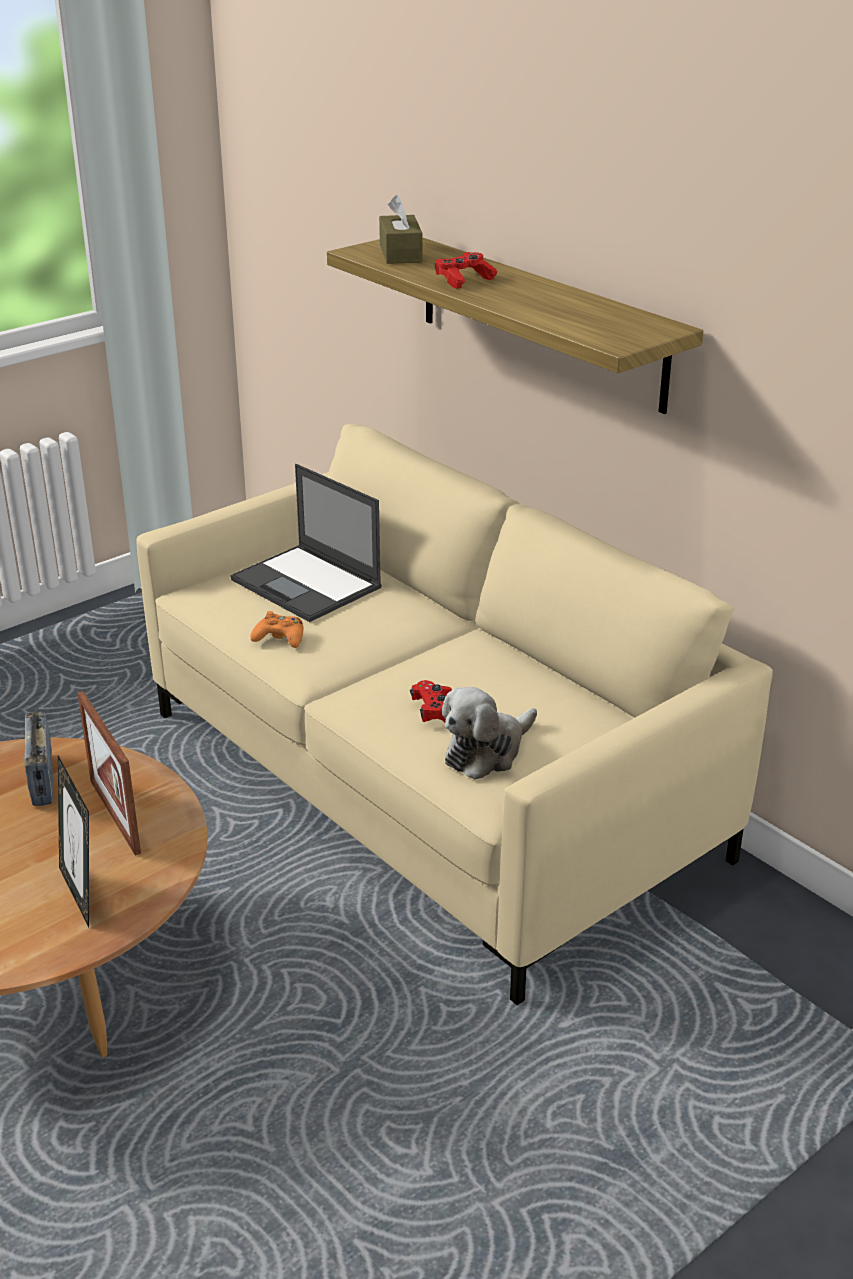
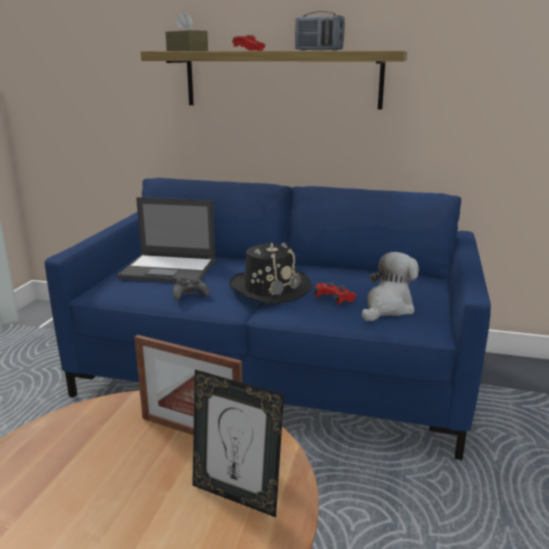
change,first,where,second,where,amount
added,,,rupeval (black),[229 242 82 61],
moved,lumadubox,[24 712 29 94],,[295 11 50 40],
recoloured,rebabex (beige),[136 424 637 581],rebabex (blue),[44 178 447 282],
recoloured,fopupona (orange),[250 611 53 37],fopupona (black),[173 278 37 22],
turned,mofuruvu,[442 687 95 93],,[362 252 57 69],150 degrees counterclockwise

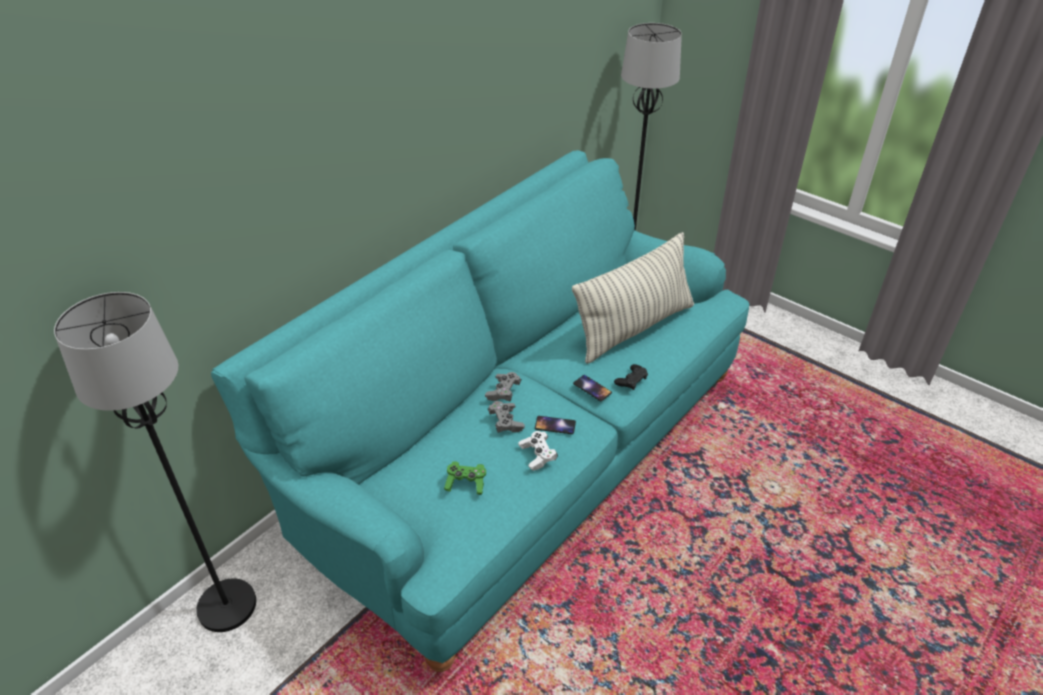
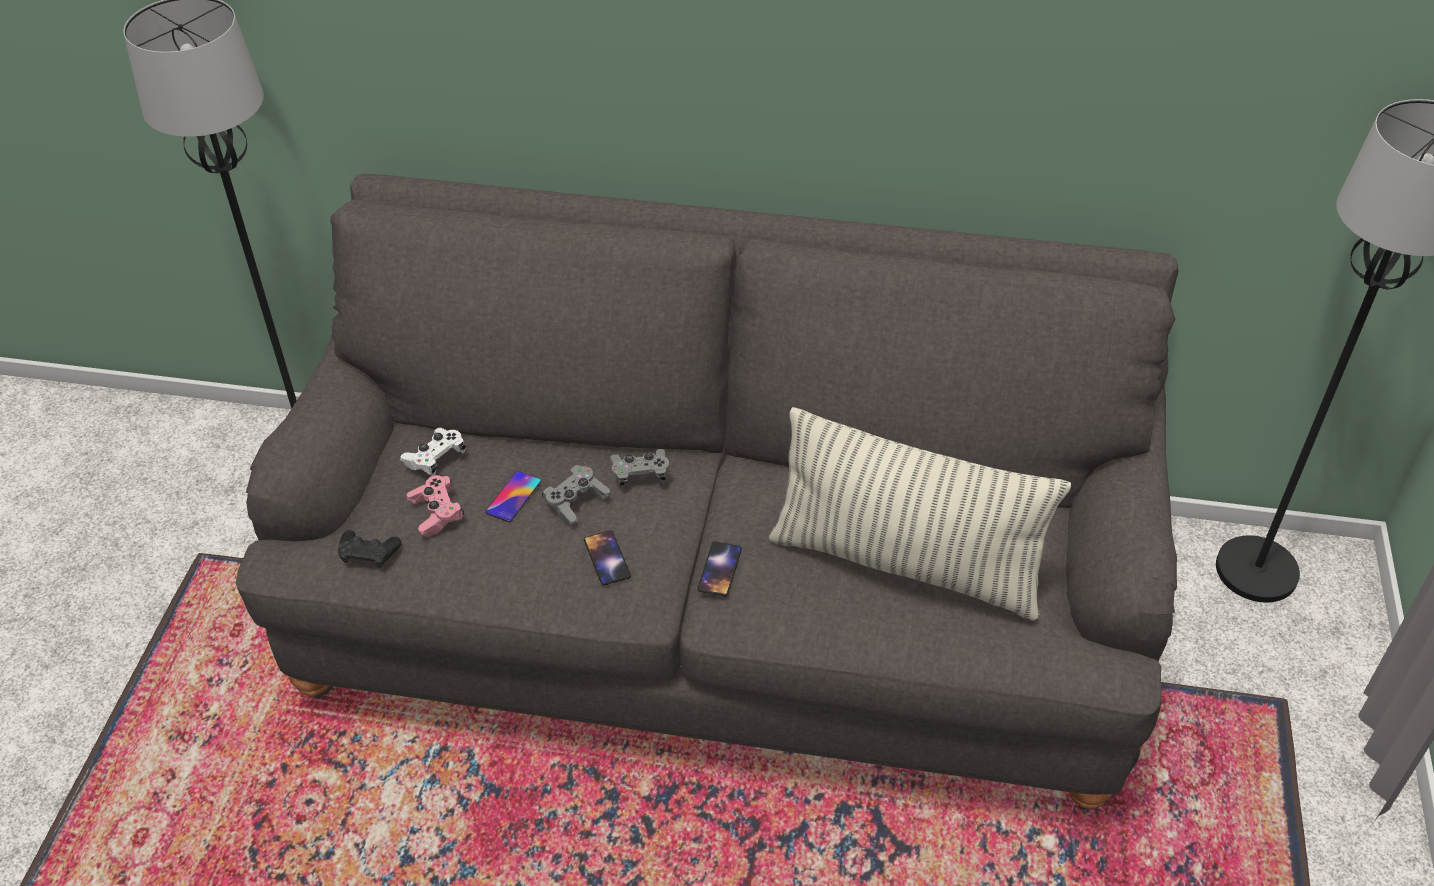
change,first,where,second,where,amount
added,,,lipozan,[485 471 56 51],
moved,fopupona (white),[518 431 40 40],,[400 428 66 48],
moved,fopupona (black),[614 364 34 26],,[338 530 63 38],
recoloured,rebabex (turquoise),[211 150 538 522],rebabex (grey),[236 174 942 636],
recoloured,fopupona (green),[444 461 42 34],fopupona (pink),[407 475 57 62],

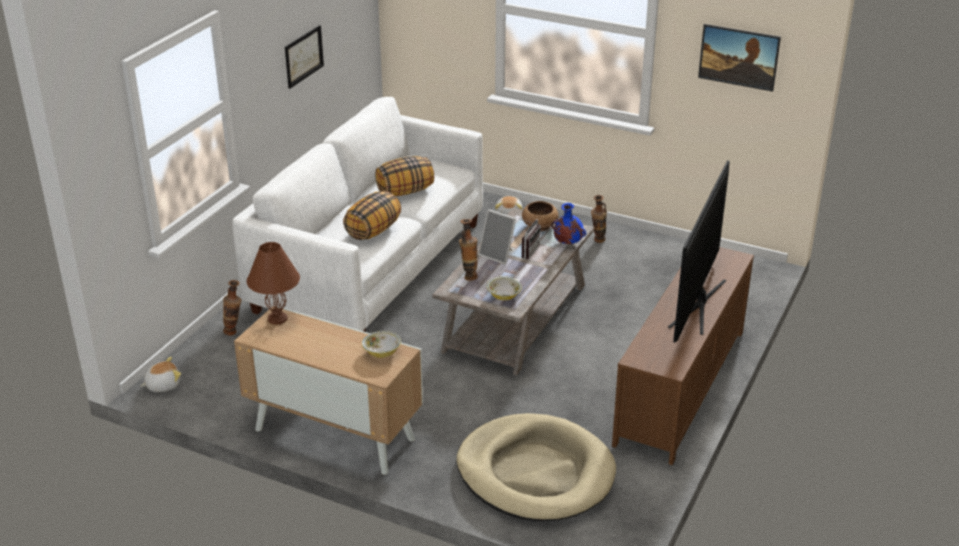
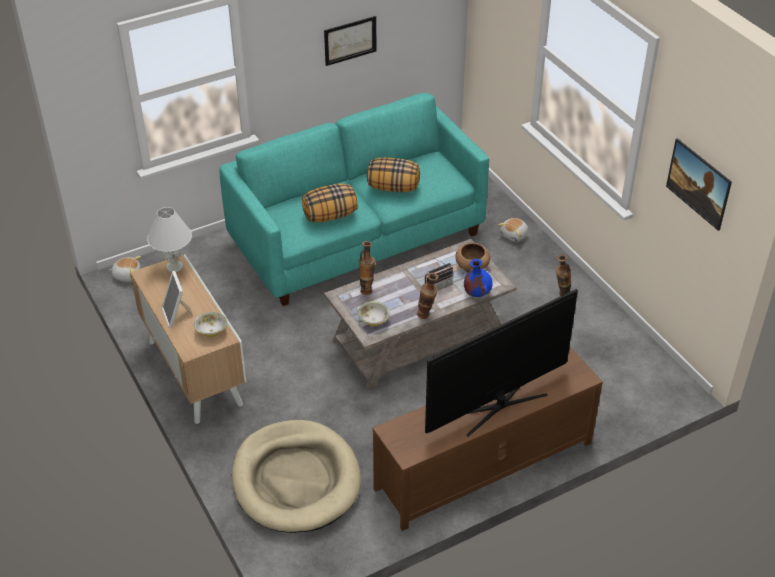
change,first,where,second,where,amount
moved,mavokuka,[223 280 18 55],,[417 273 21 46],
moved,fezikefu,[478 209 38 56],,[162 271 31 57],
recoloured,rebabex (white),[232 97 251 235],rebabex (turquoise),[219 93 270 213],
recoloured,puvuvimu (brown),[247 242 53 83],puvuvimu (white),[147 207 45 65],

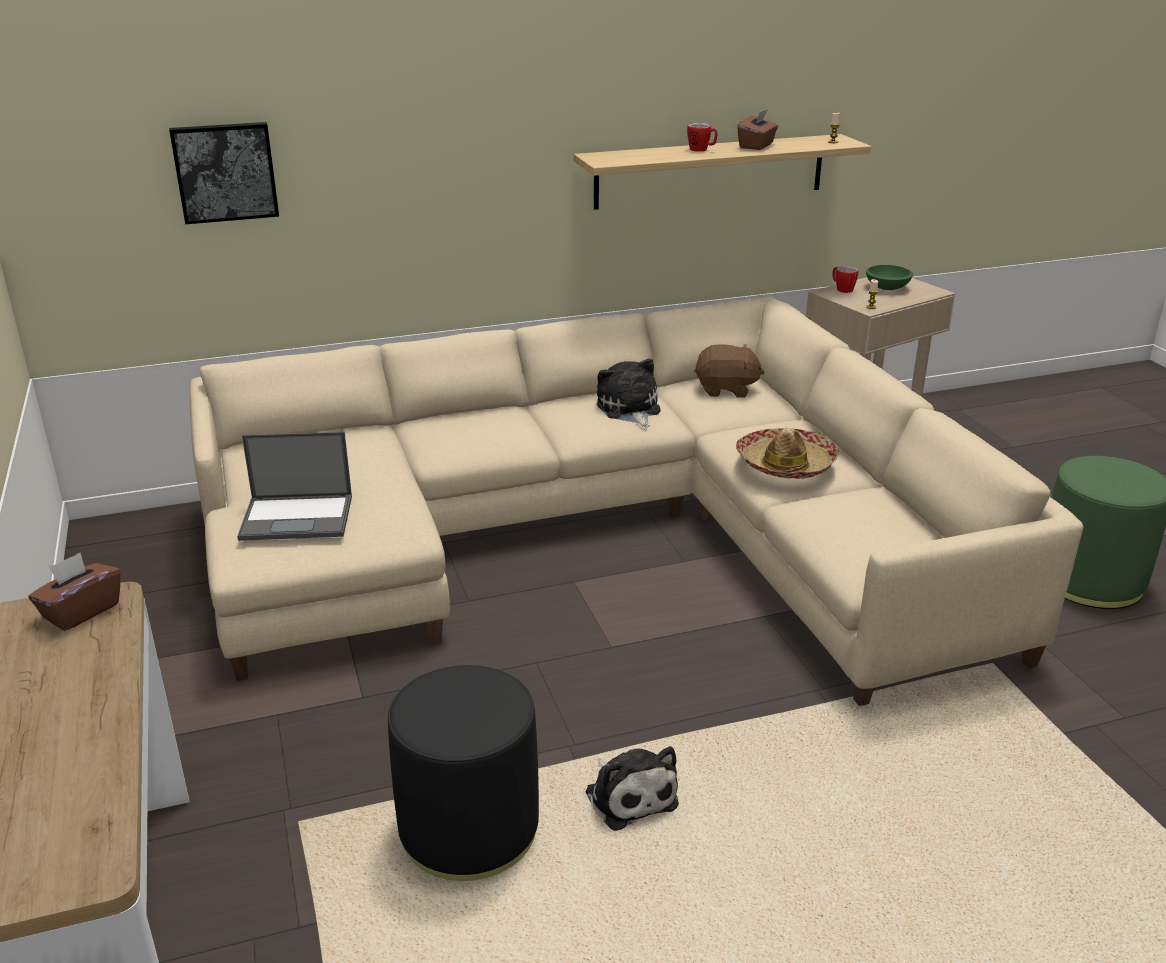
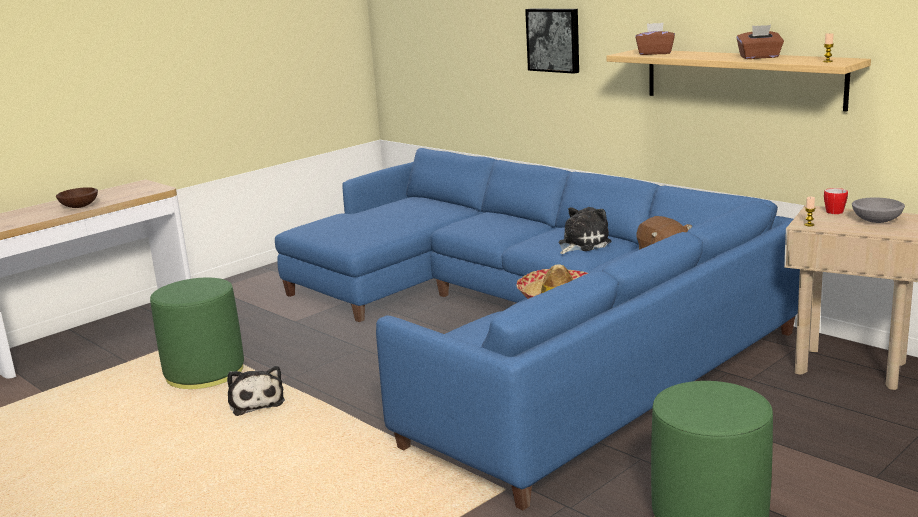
change,first,where,second,where,amount
removed,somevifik,[237 432 115 109],,,
removed,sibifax,[687 123 31 29],,,
added,,,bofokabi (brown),[56 187 42 21],
moved,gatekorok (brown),[29 553 92 78],,[635 23 40 32],
moved,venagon,[169 122 110 102],,[525 9 54 65],
recoloured,rebabex (beige),[189 297 894 409],rebabex (blue),[275 148 525 363],
recoloured,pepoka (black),[388 665 151 216],pepoka (green),[150 277 94 112],
recoloured,bofokabi (green),[866 265 47 25],bofokabi (grey),[852 197 53 26],
turned,mofuruvu,[585 746 94 85],,[227 366 58 50],60 degrees counterclockwise

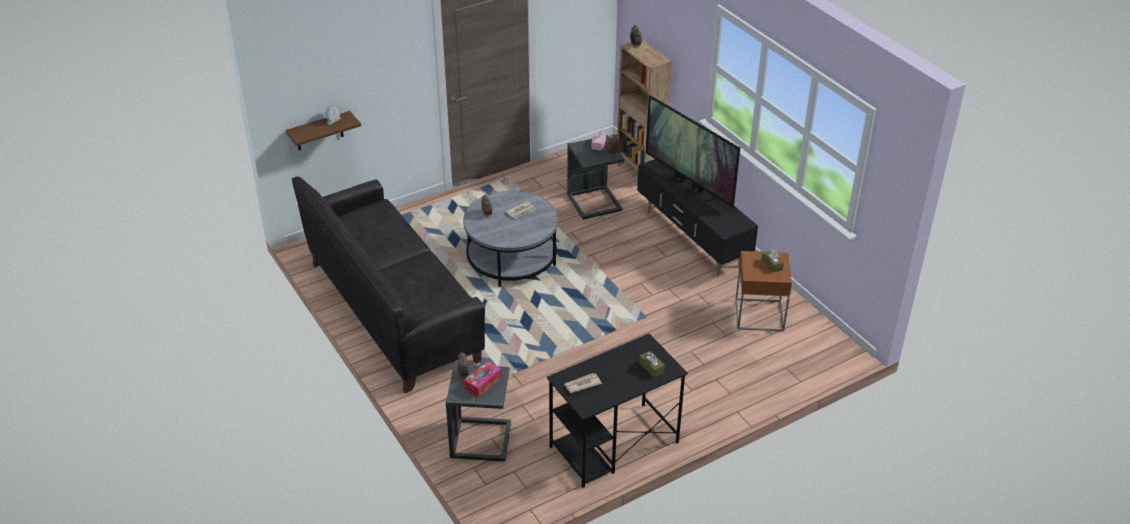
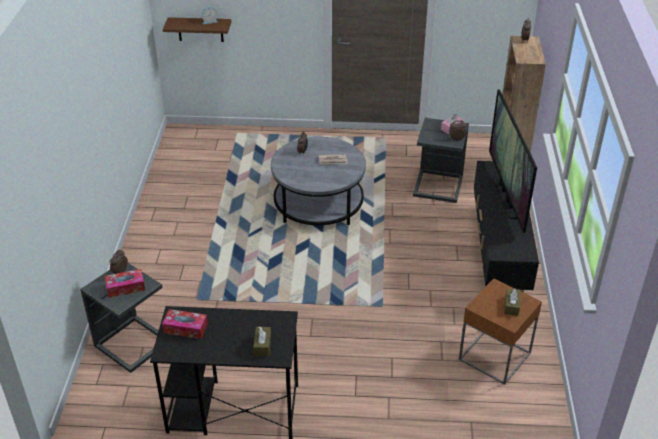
change,first,where,second,where,amount
removed,rebabex (black),[292 176 193 217],,,
replaced,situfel,[564 373 38 20],gatekorok,[162 309 46 30],

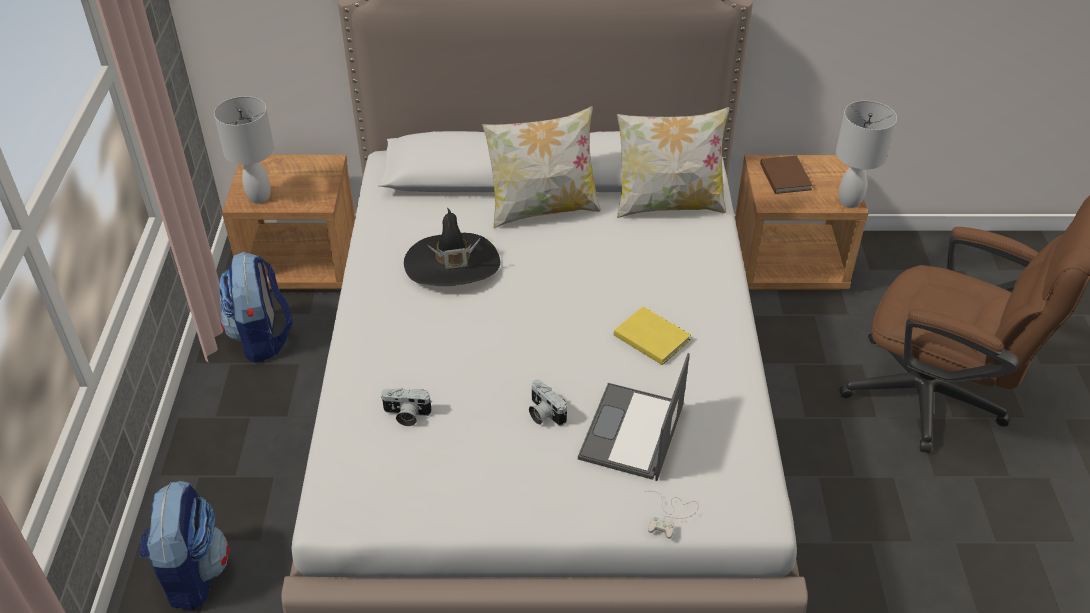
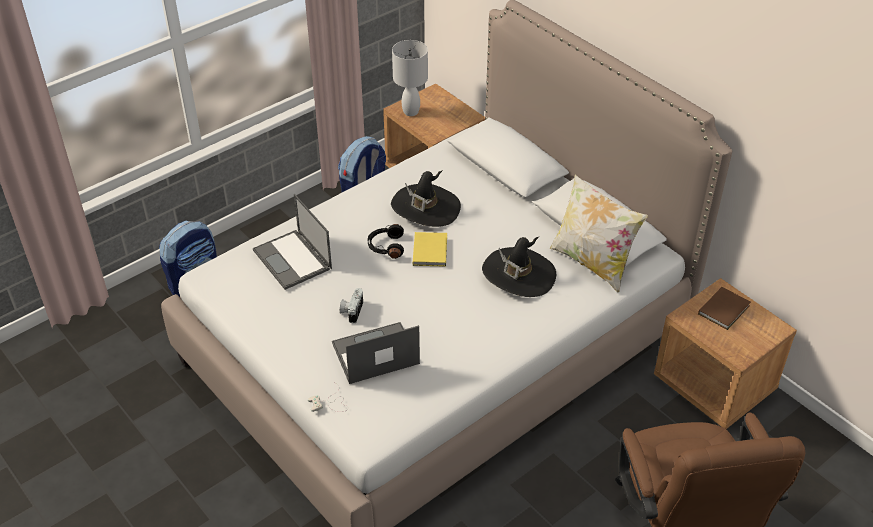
change,first,where,second,where,amount
removed,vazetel,[482 106 119 123],,,
removed,puvuvimu (white),[836 101 61 107],,,
added,,,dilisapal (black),[368 224 36 35],
added,,,rupeval (black),[482 236 74 61],
moved,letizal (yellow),[614 307 77 58],,[413 232 34 35],
replaced,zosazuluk,[380 388 52 38],somevifik,[253 194 79 96],

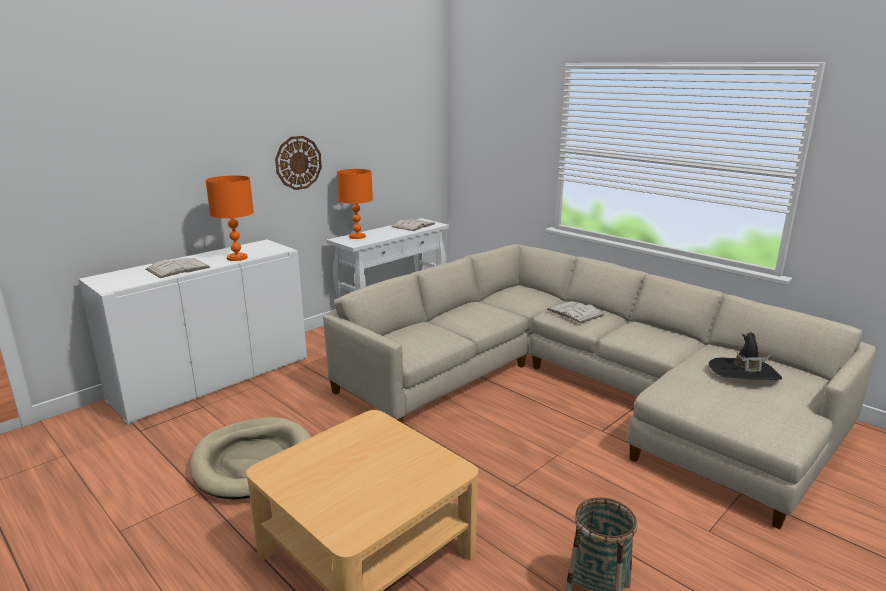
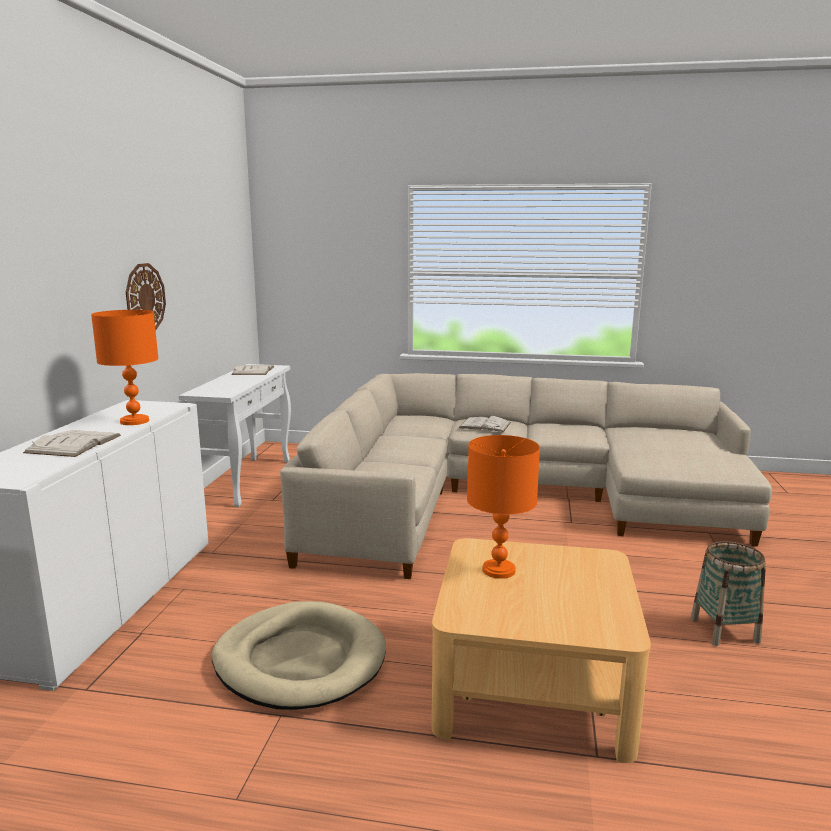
change,first,where,second,where,amount
removed,rupeval (black),[709 332 73 48],,,
moved,puvuvimu (orange),[337 169 36 70],,[467 435 73 144],

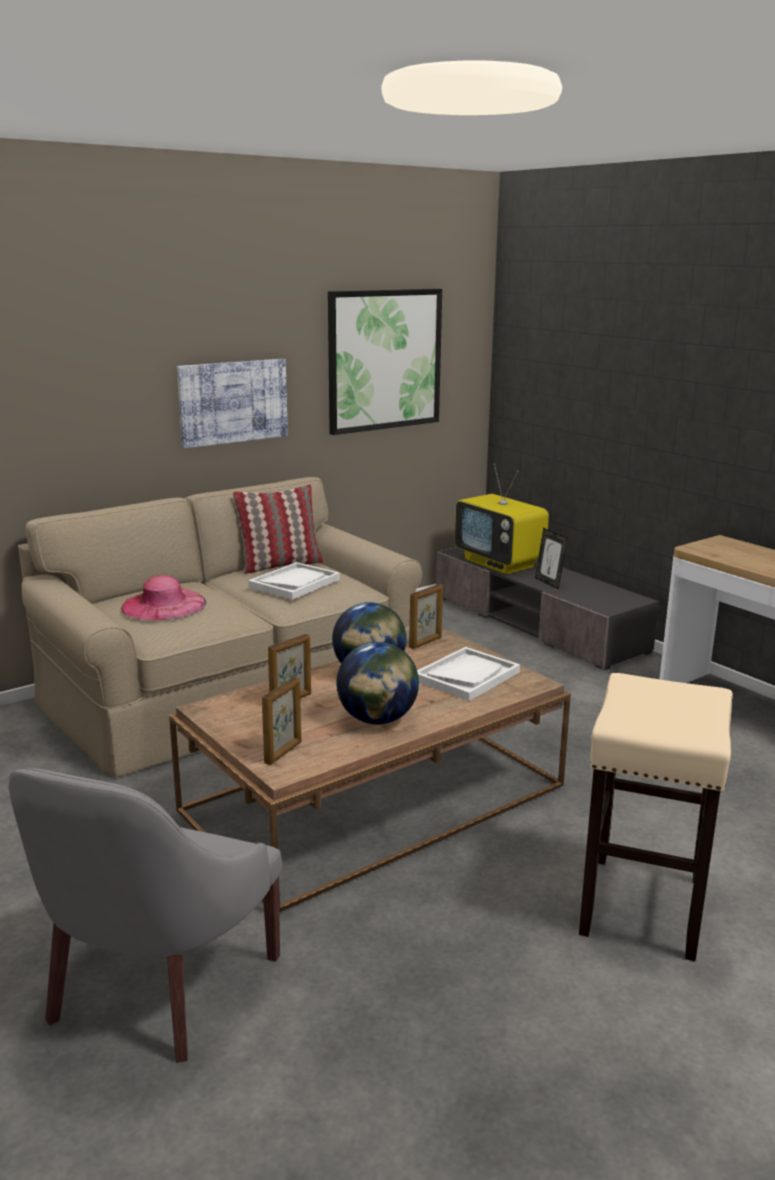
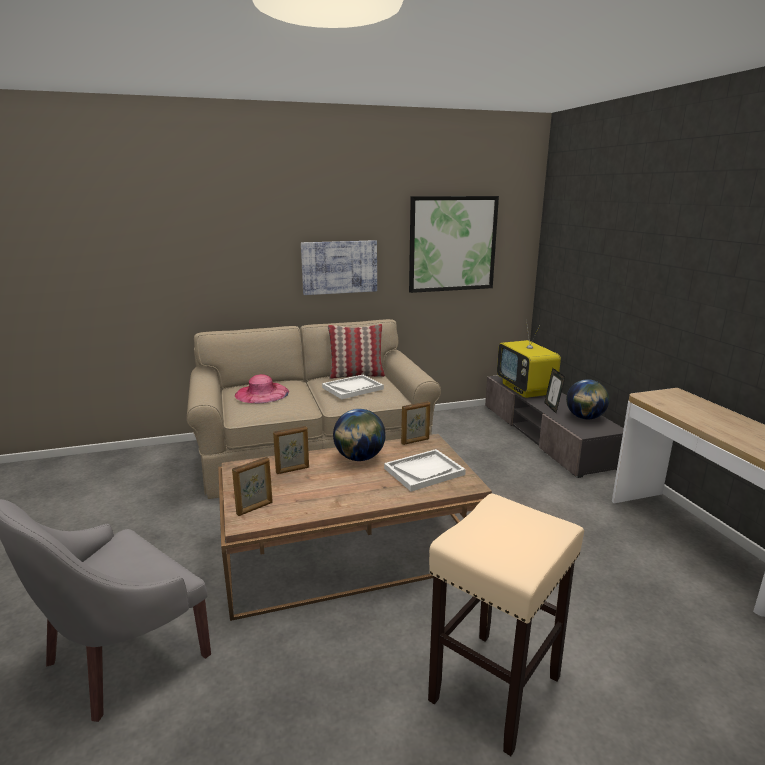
change,first,where,second,where,amount
moved,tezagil,[336 642 83 82],,[566 379 43 40],

